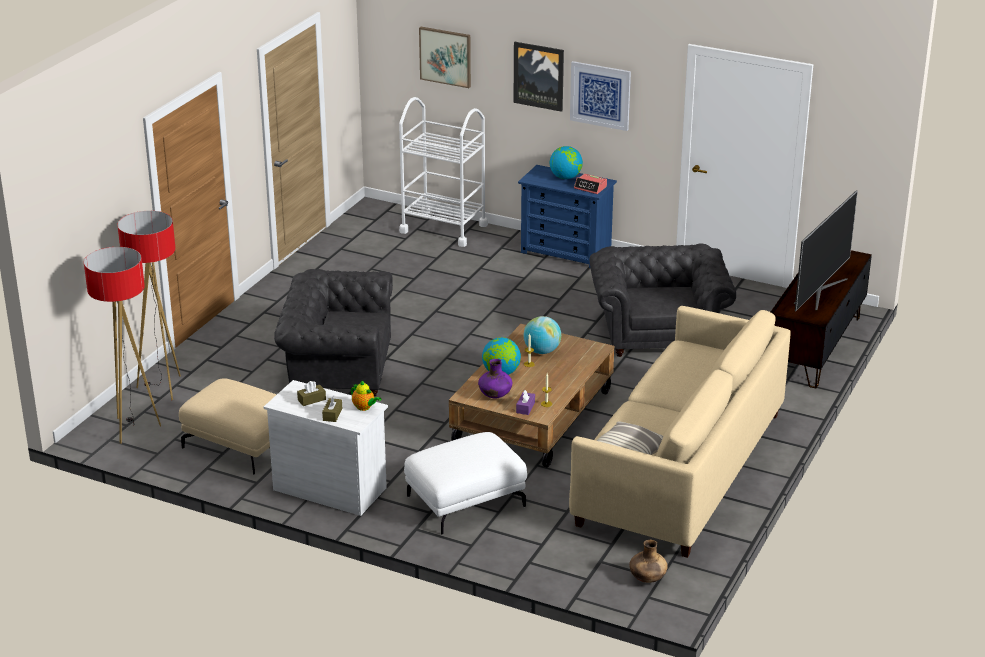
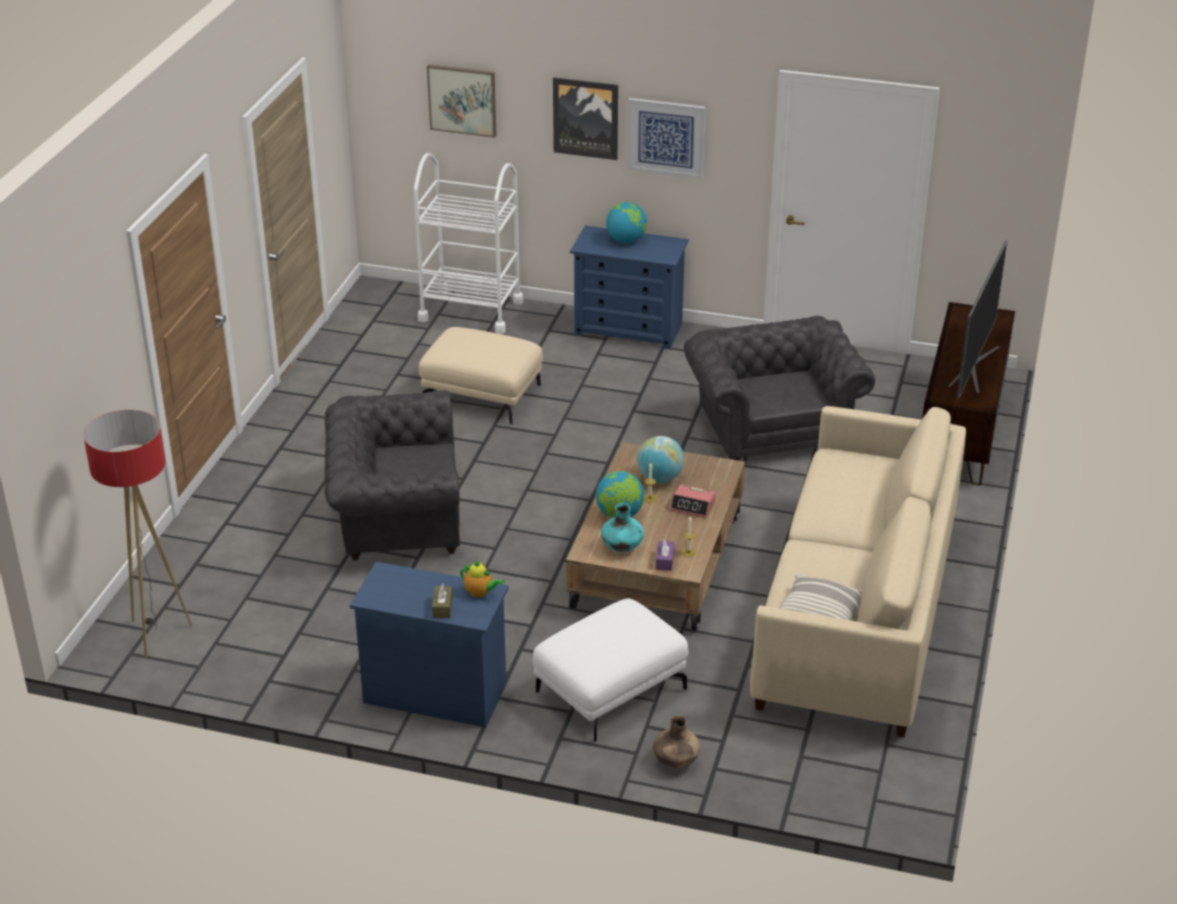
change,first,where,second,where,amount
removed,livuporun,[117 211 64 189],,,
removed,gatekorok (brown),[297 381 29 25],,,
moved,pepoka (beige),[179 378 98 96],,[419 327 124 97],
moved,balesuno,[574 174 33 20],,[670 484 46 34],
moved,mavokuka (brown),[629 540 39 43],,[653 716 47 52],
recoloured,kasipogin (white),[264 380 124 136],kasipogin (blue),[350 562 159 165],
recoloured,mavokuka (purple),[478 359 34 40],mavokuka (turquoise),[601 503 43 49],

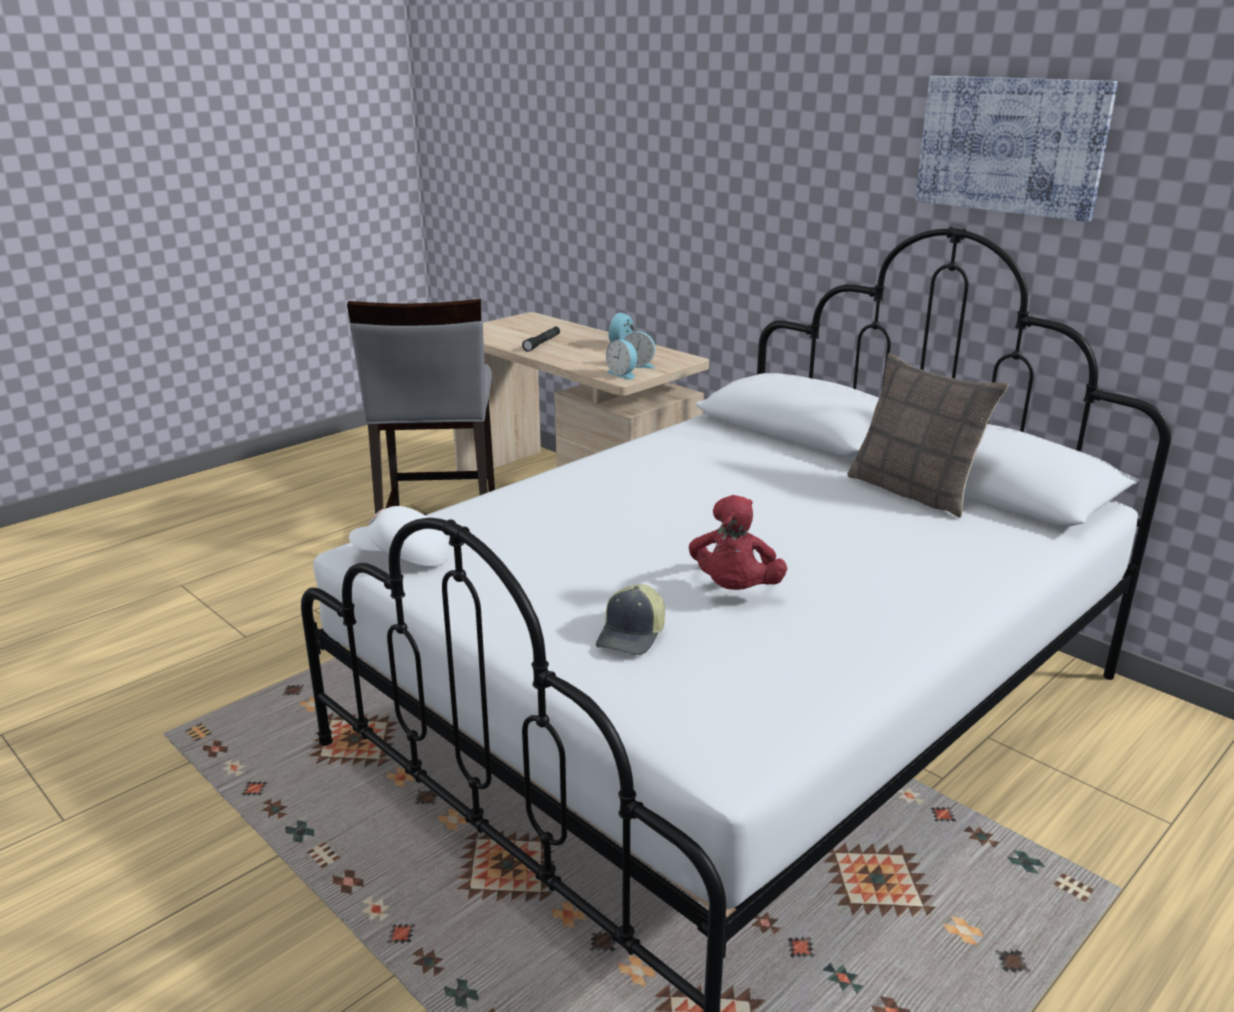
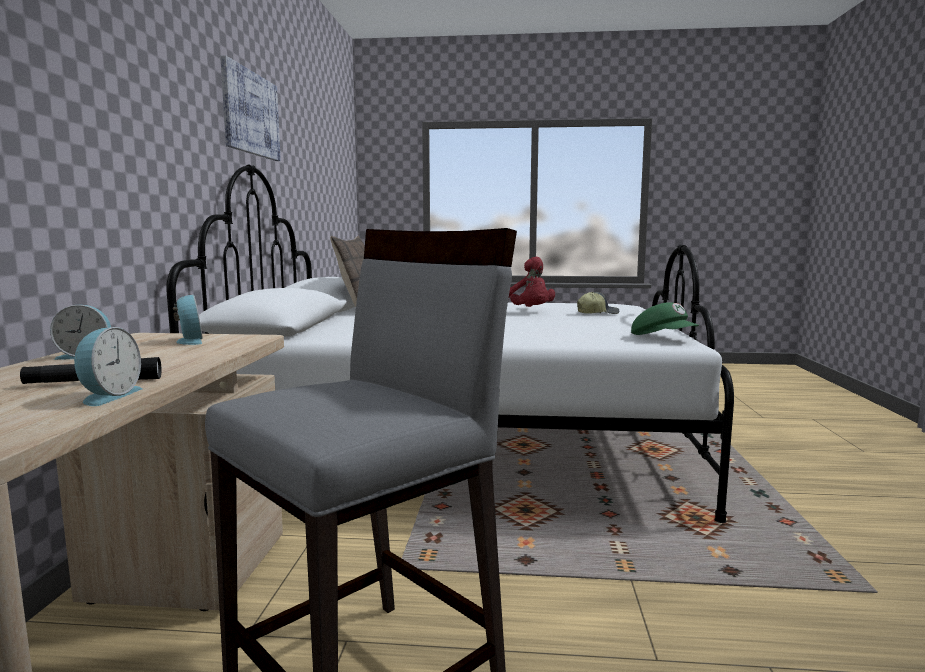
change,first,where,second,where,amount
moved,balesuno,[606 339 31 41],,[74 327 69 79],
recoloured,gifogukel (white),[349 506 100 61],gifogukel (green),[631 302 68 33],
turned,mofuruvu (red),[689 495 98 95],,[508 257 47 50],90 degrees clockwise

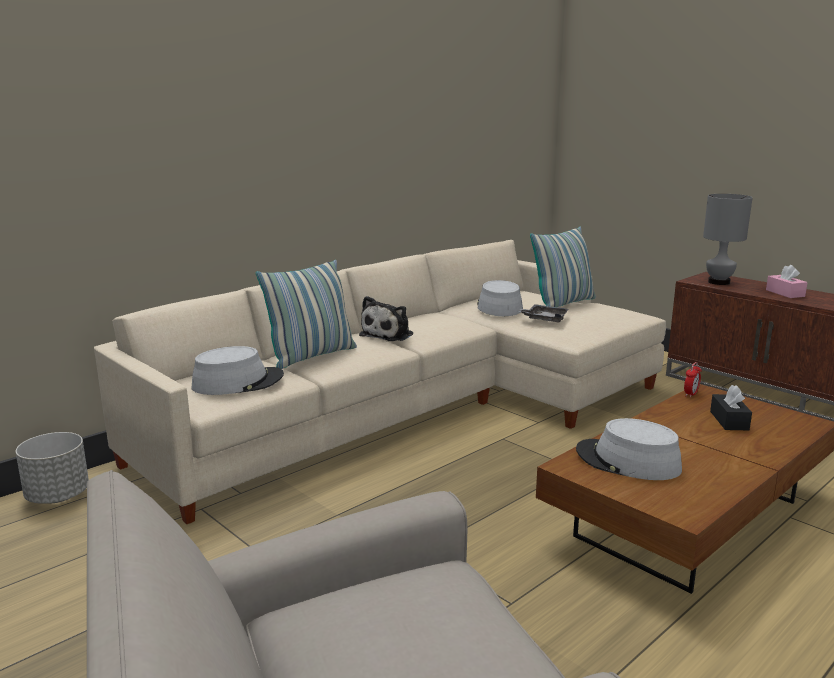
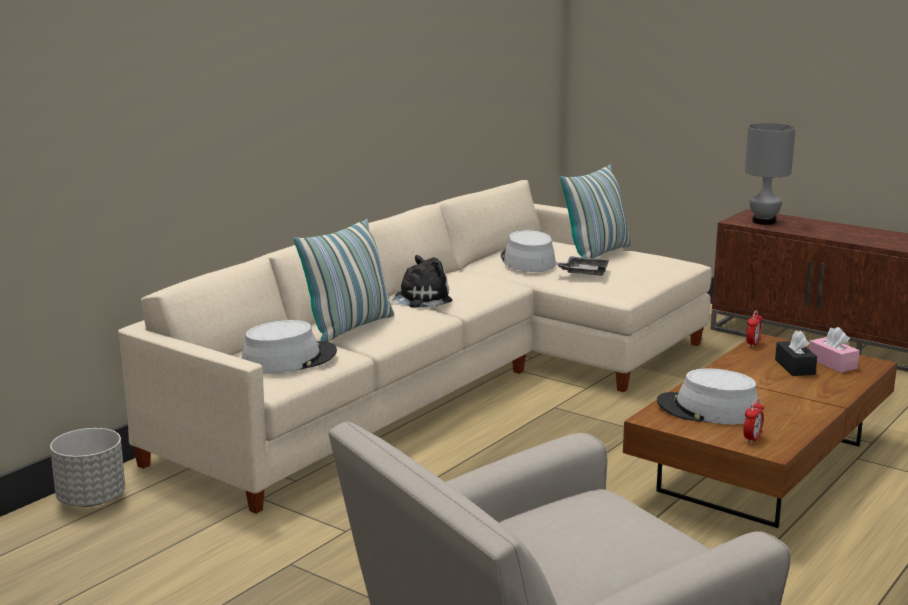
change,first,where,second,where,amount
added,,,balesuno,[743 399 21 45],
moved,gatekorok (pink),[766 265 42 33],,[809 327 51 46],
turned,mofuruvu,[359 296 54 45],,[390 255 62 53],135 degrees counterclockwise

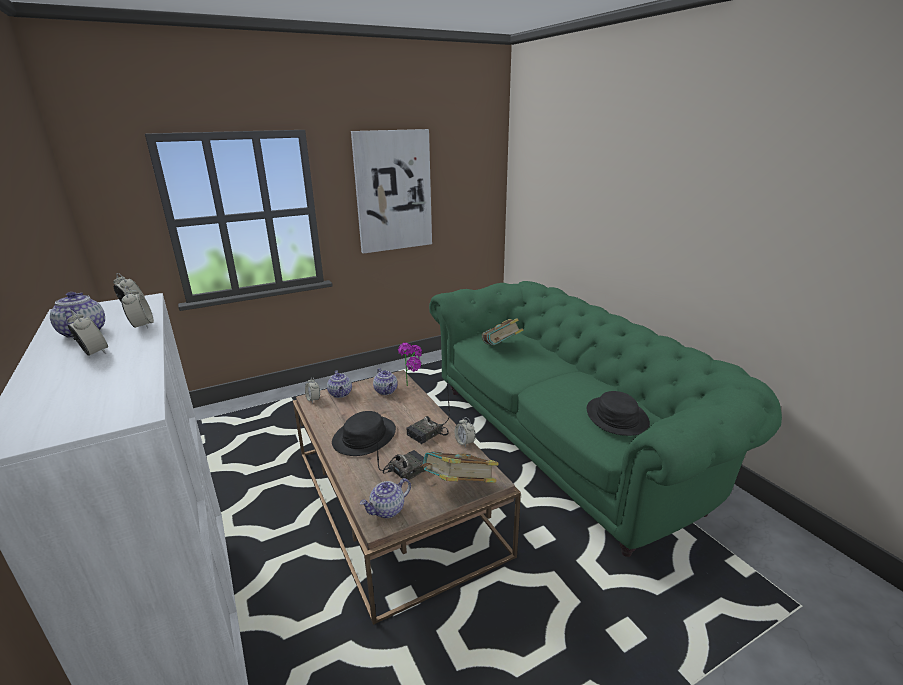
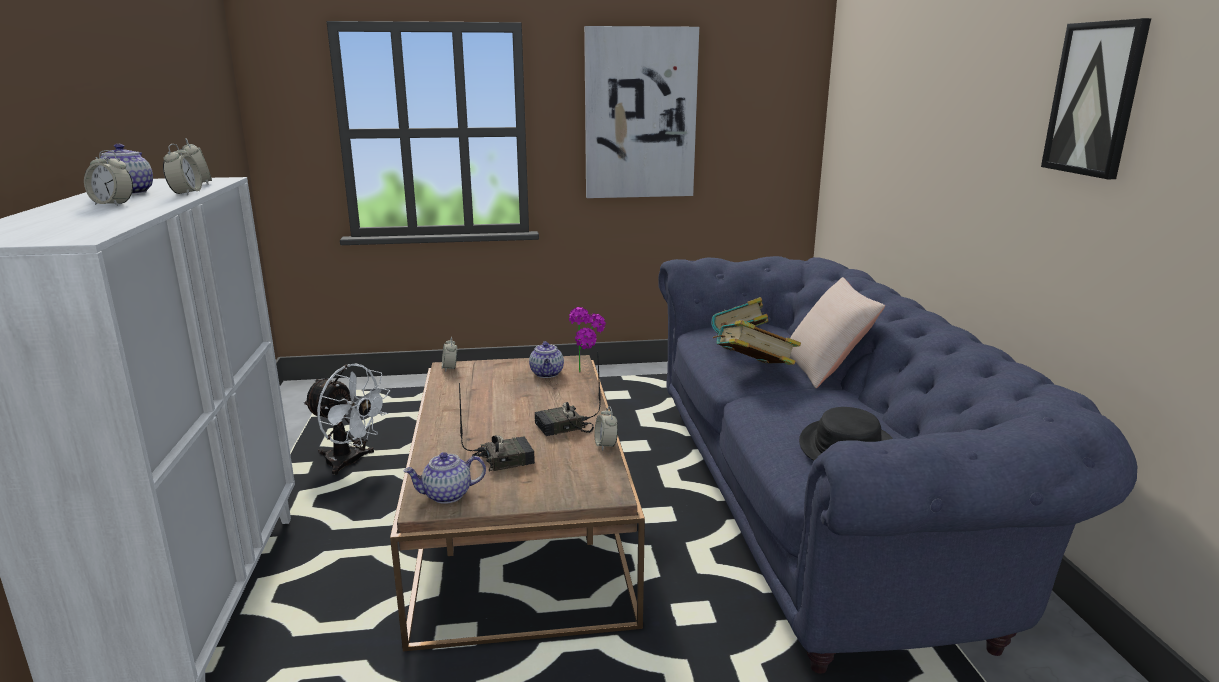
change,first,where,second,where,amount
removed,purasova,[327 370 25 28],,,
removed,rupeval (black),[332 411 64 45],,,
added,,,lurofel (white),[303 364 87 111],
added,,,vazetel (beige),[790 277 95 111],
added,,,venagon,[1041 18 110 161],
moved,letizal,[421 451 78 32],,[713 320 88 45],
recoloured,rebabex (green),[429 281 353 276],rebabex (blue),[658 256 480 418],
turned,balesuno,[67 310 41 46],,[84 150 49 56],135 degrees clockwise

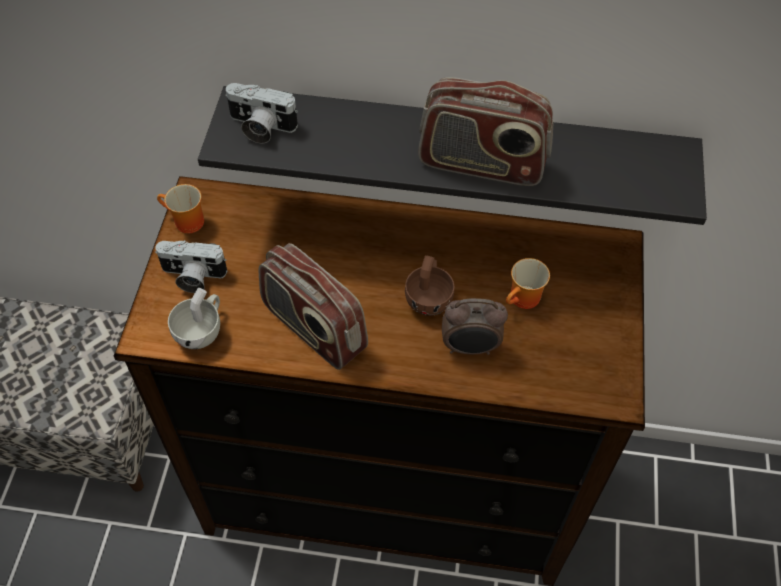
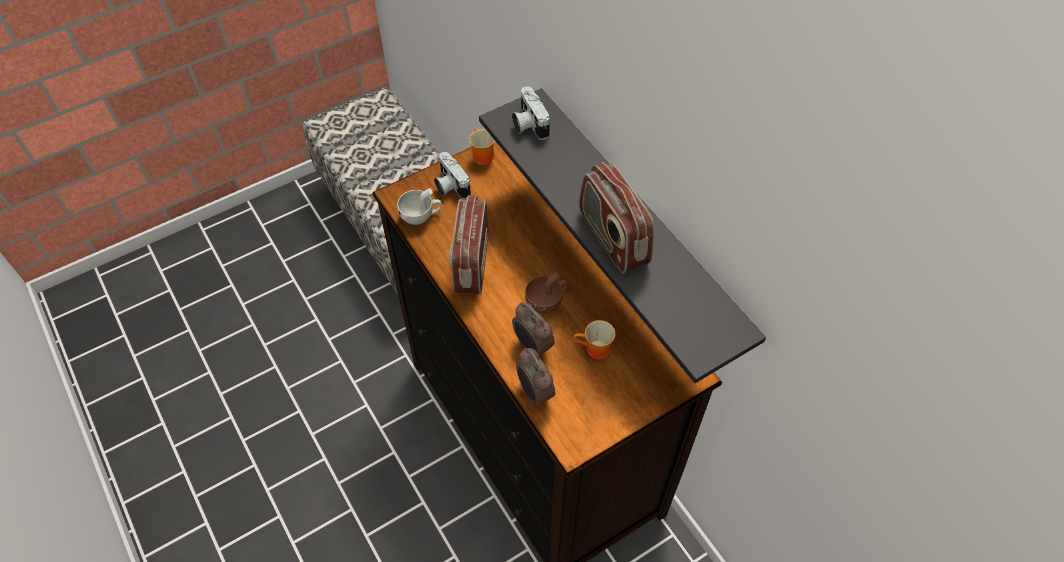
change,first,where,second,where,amount
added,,,balesuno,[516 348 39 58],

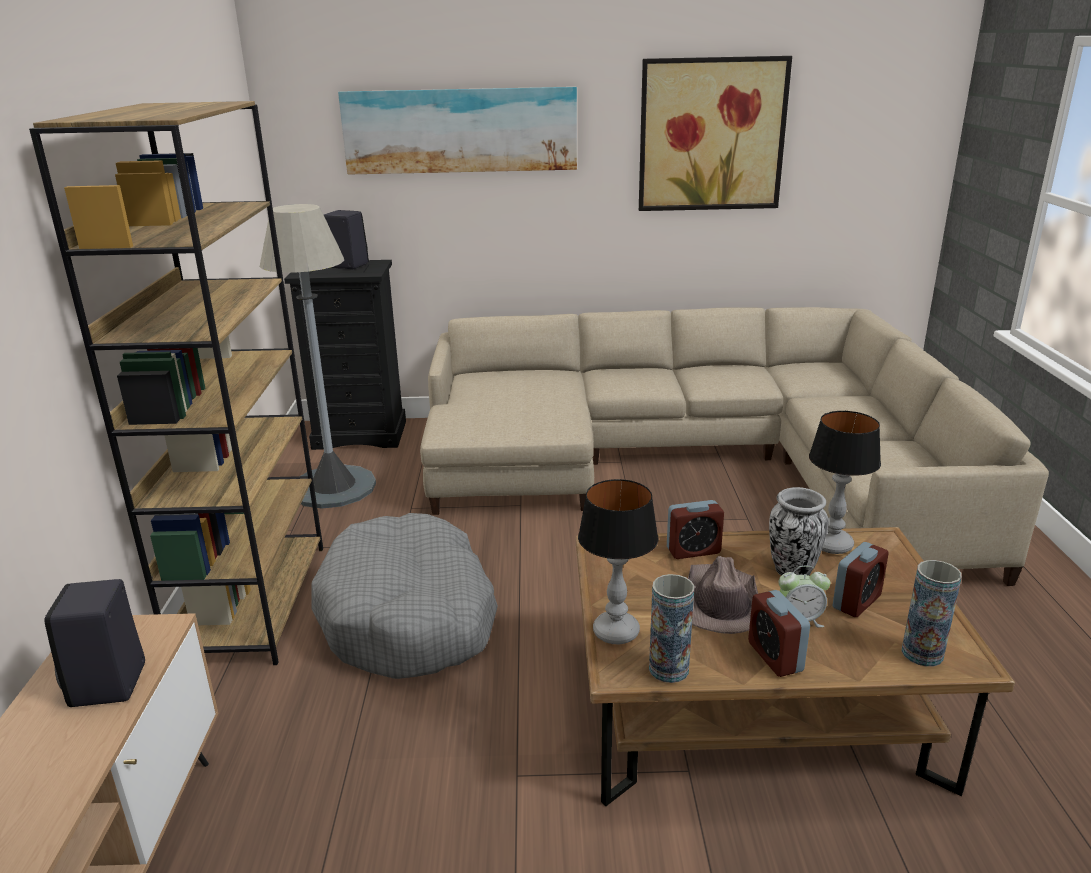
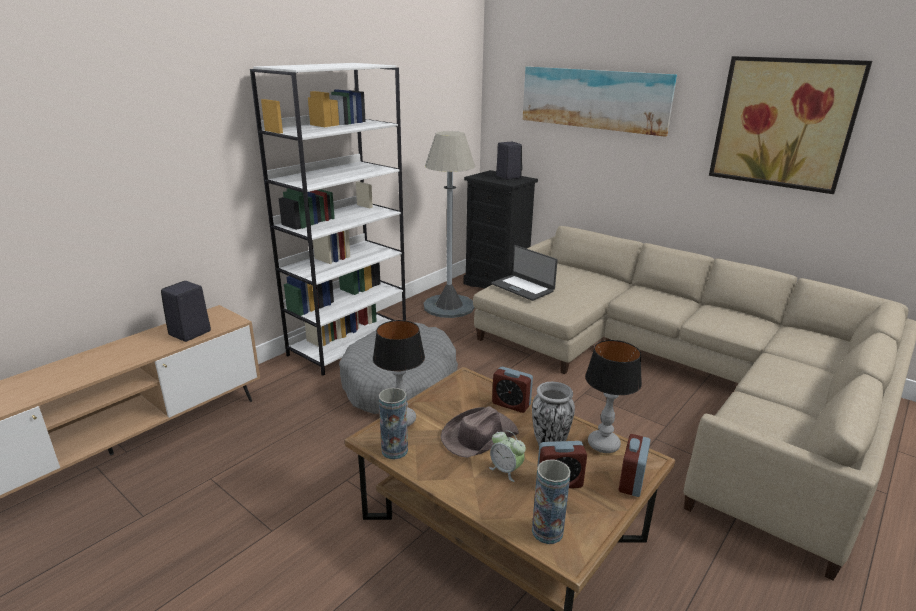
change,first,where,second,where,amount
added,,,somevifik,[491 245 67 56],
moved,balesuno,[748 590 62 87],,[619 434 32 63],
recoloured,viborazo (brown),[29 101 294 564],viborazo (white),[250 63 156 313],

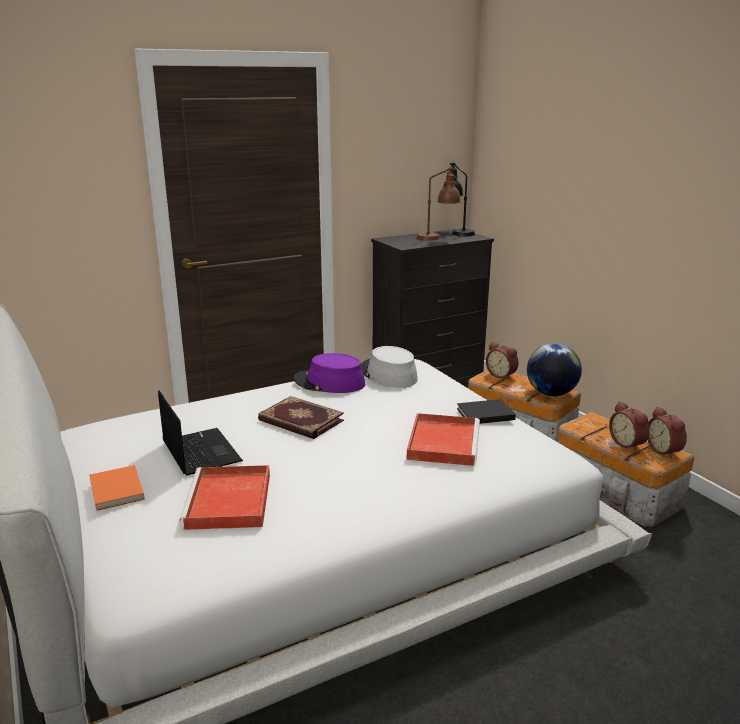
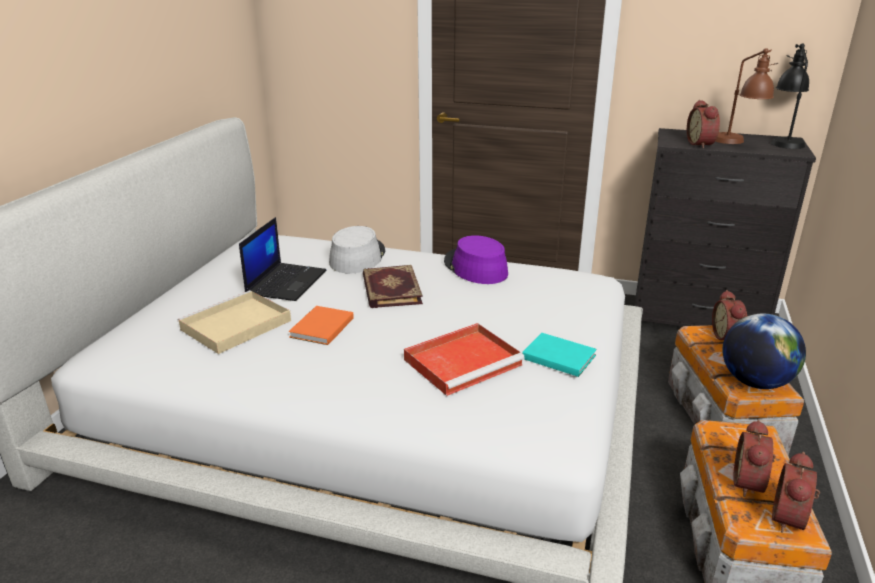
change,first,where,second,where,amount
added,,,balesuno,[687 100 33 49],
moved,letizal (orange),[90 465 55 46],,[289 306 65 39],
moved,rupeval (grey),[361 346 57 42],,[329 226 56 48],
recoloured,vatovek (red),[179 465 91 65],vatovek (beige),[177 290 114 64],
recoloured,letizal (black),[457 399 59 25],letizal (turquoise),[522 333 75 44],

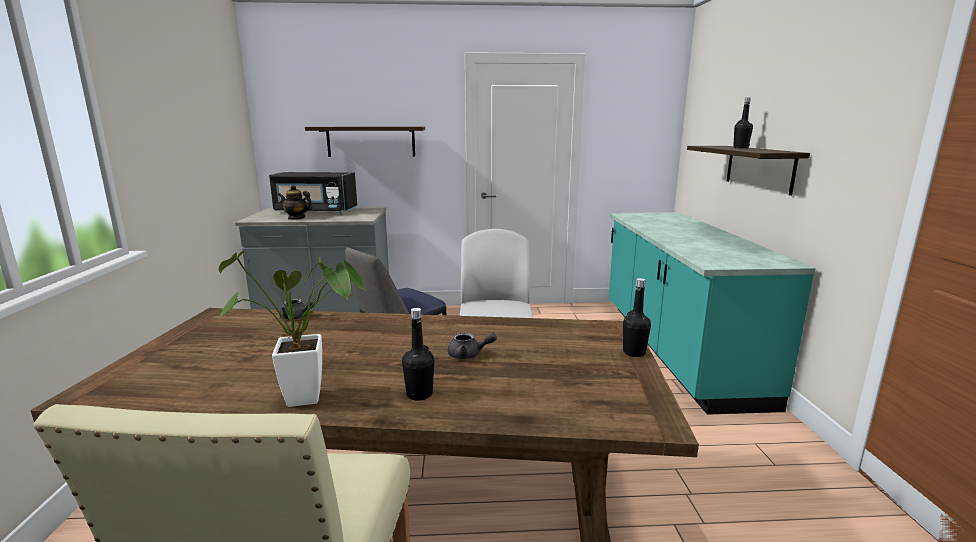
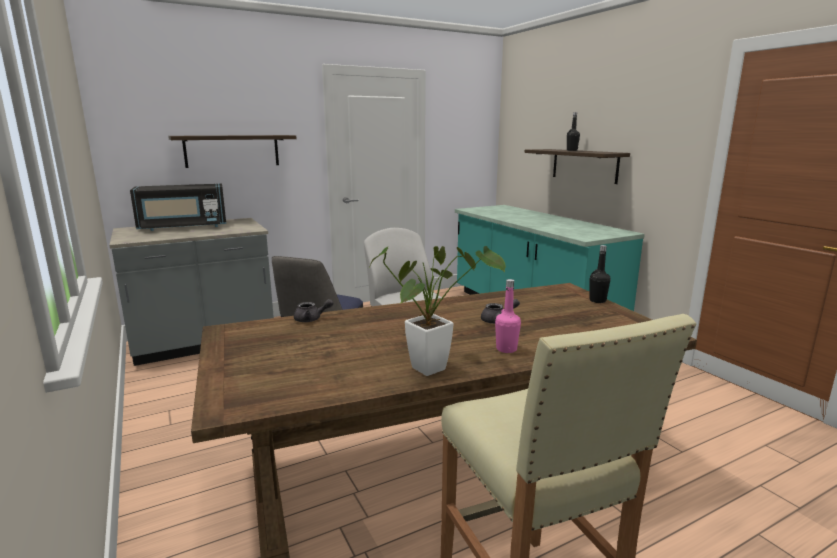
change,first,where,second,where,amount
removed,purasova,[278 185 35 35],,,
recoloured,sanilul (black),[402 308 32 93],sanilul (pink),[495 279 26 74],

